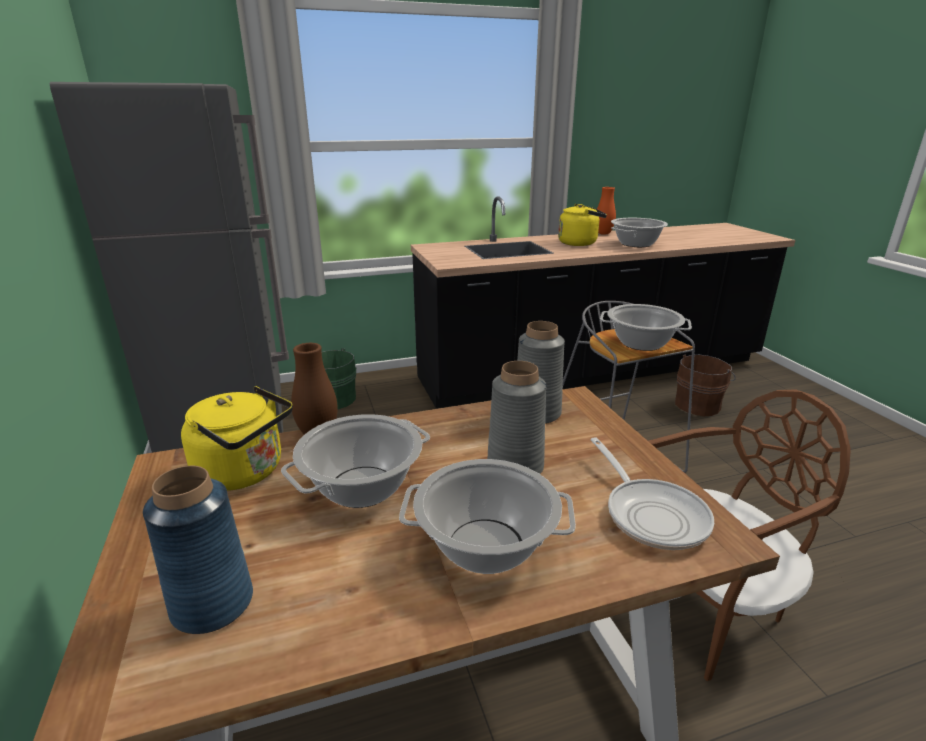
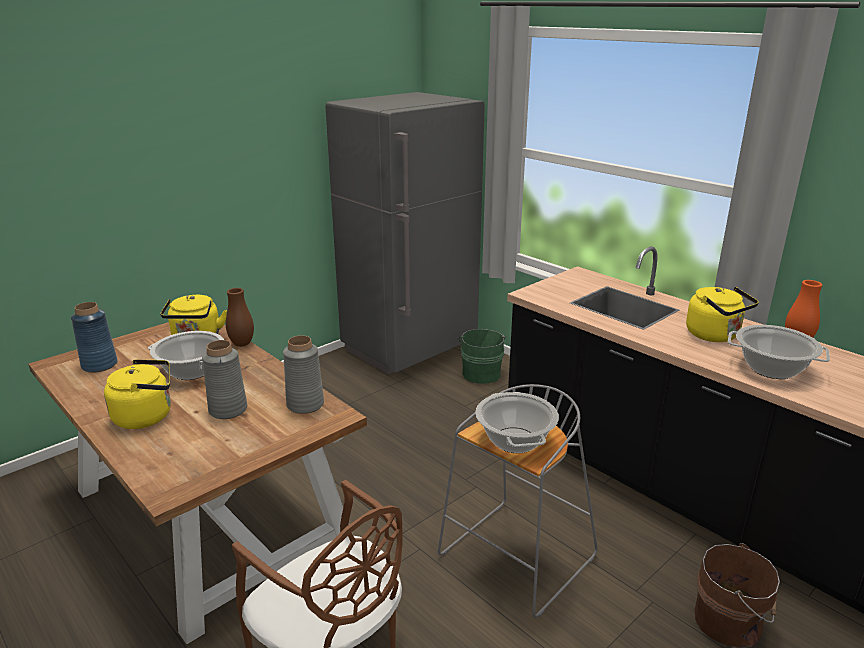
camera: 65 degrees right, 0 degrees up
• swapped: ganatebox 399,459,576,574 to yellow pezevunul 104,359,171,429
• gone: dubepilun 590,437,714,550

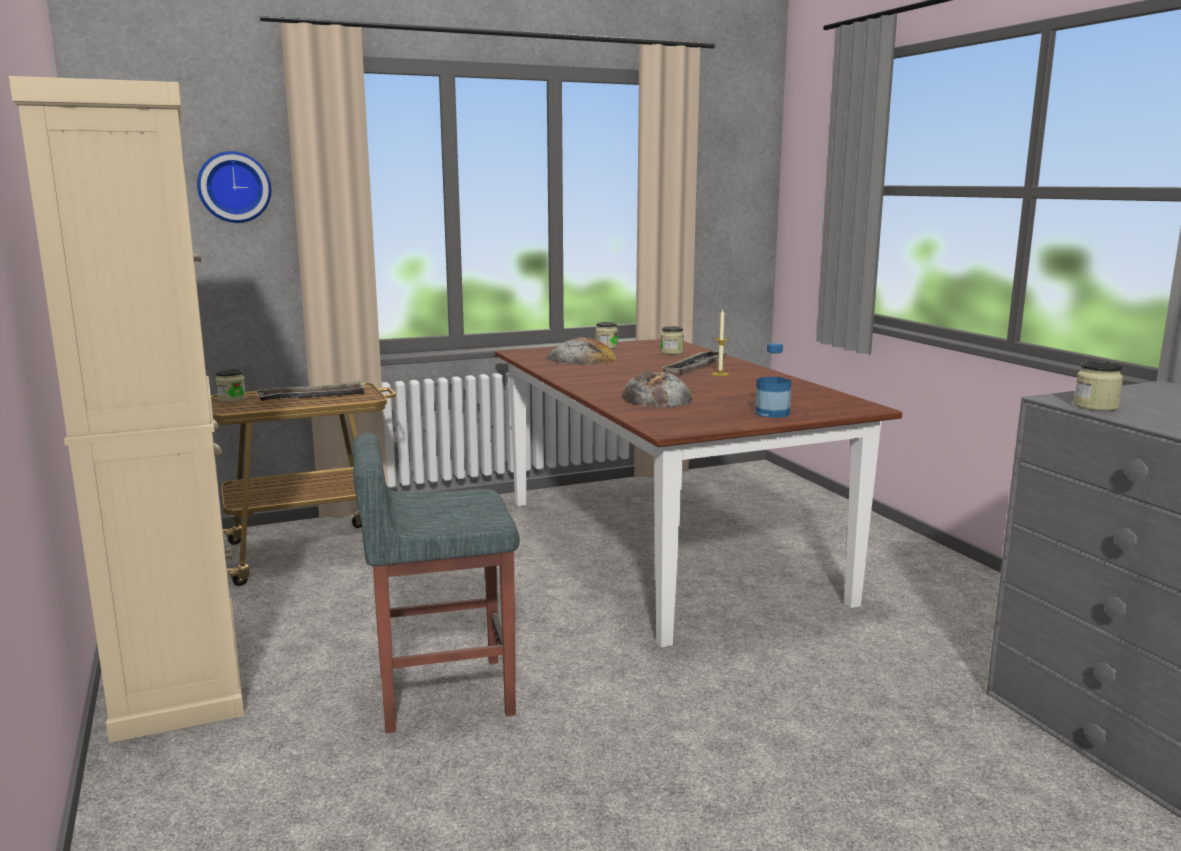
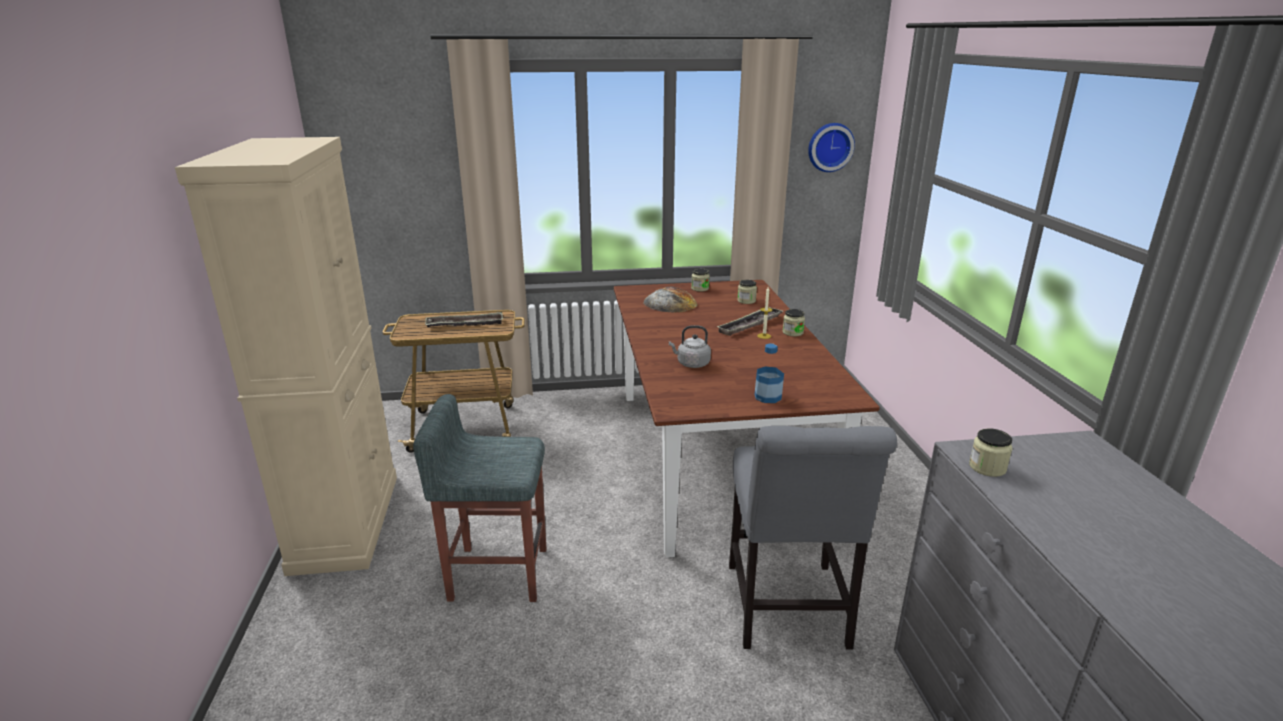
camera: 15 degrees right, 10 degrees up
• shifted: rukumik 197,151,271,223 to 808,123,855,172
• shifted: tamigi 215,369,246,402 to 782,309,805,336
• swapped: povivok 621,371,693,408 to grey pezevunul 669,326,711,368
• new: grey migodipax 729,426,897,650

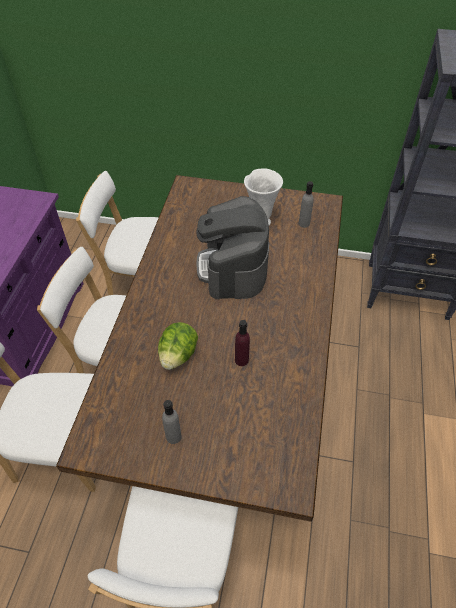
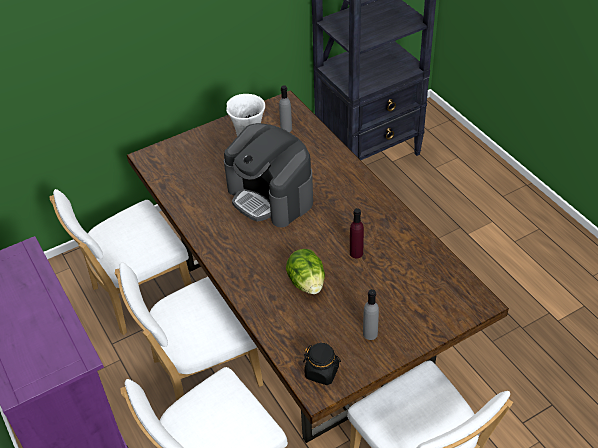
camera: 40 degrees left, 5 degrees down
• new: black tamigi 303,343,341,385

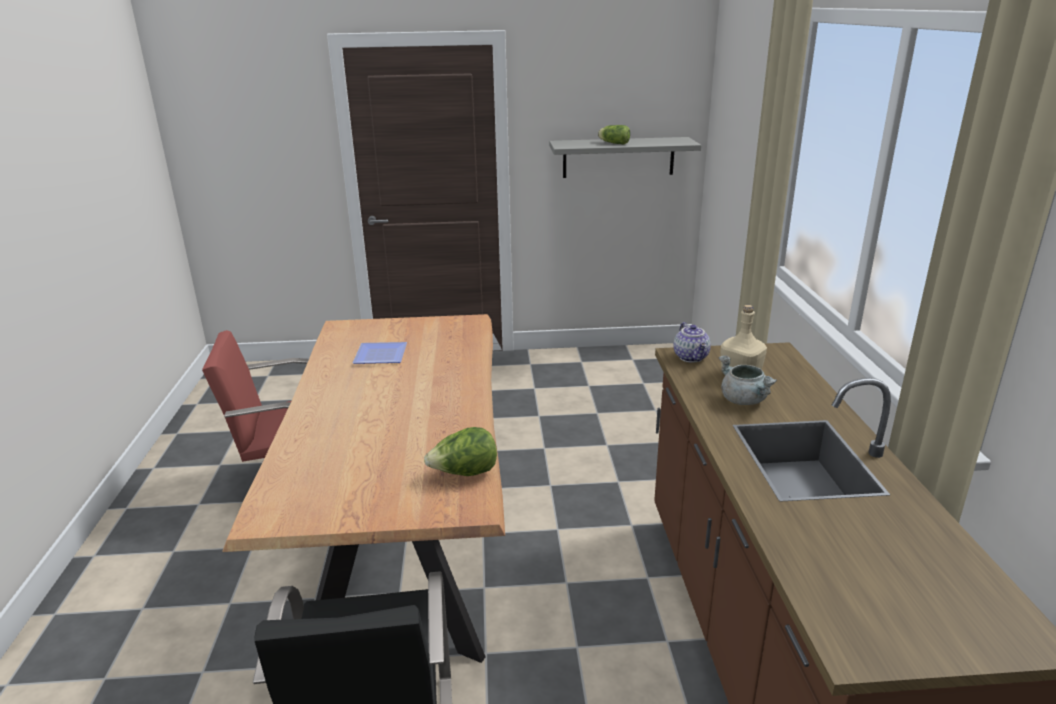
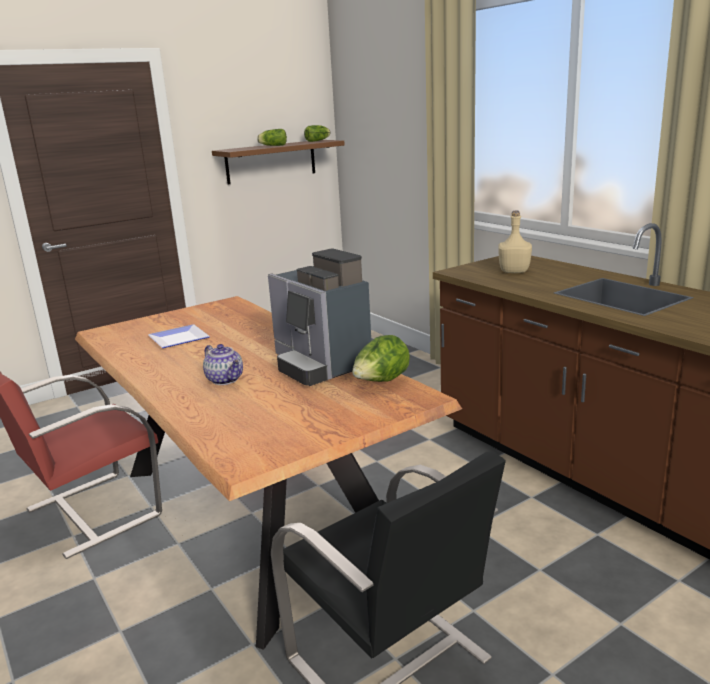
camera: 30 degrees left, 5 degrees down
• repainted: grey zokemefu 549,137,701,178 to brown zokemefu 212,140,345,184
• shifted: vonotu 674,322,711,363 to 203,344,243,385
• gone: grey ganatebox 718,355,777,405
• new: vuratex 268,249,371,386
• new: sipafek 304,125,331,142

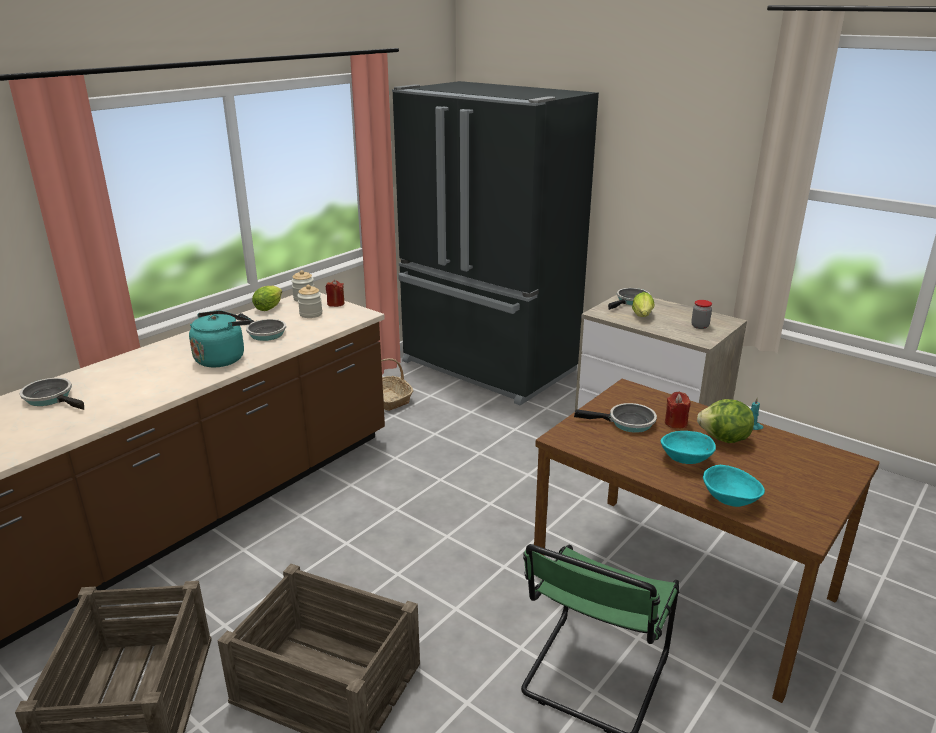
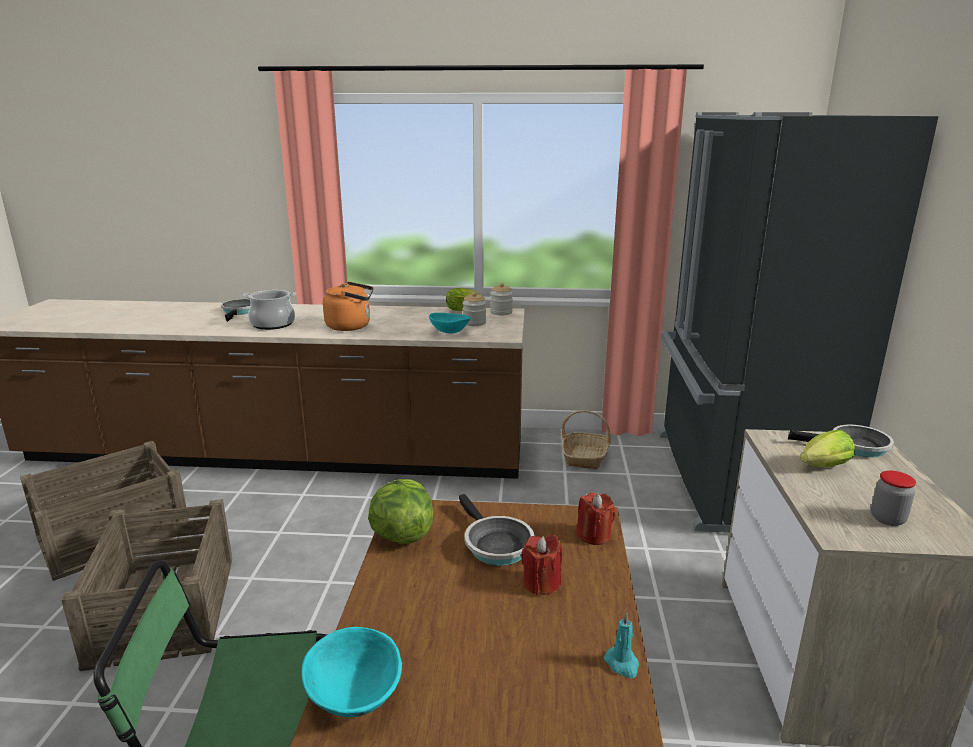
camera: 55 degrees right, 5 degrees down
• repainted: turquoise pezevunul 189,310,251,367 to orange pezevunul 323,282,374,331
• gone: dubepilun 238,313,286,341
• shifted: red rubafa 326,280,345,307 to 576,492,615,545
• shifted: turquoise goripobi 661,431,716,464 to 429,313,470,333
• shifted: sipafek 697,399,754,443 to 368,479,434,544
• new: ganatebox 242,290,296,330

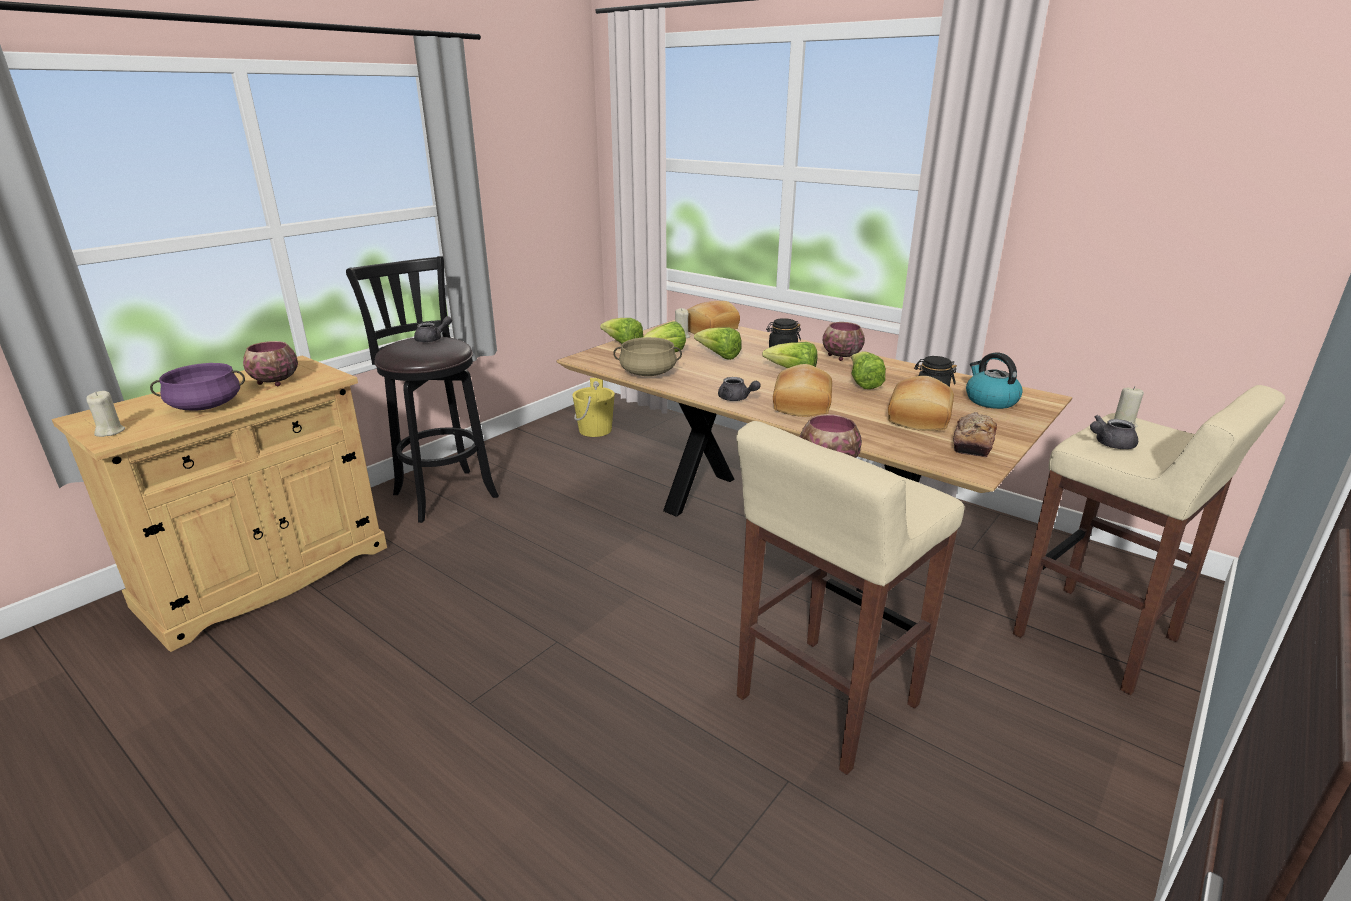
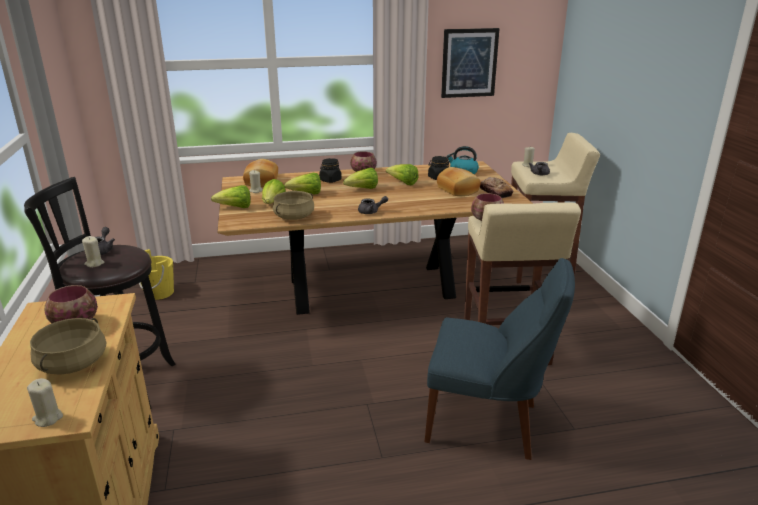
camera: 50 degrees left, 0 degrees up
• repainted: purple ganatebox 150,363,245,411 to beige ganatebox 30,318,106,374
• gone: povivok 773,364,832,417
• new: beige rubafa 82,236,104,267
• new: blue migodipax 425,258,575,460
• new: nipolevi 441,28,500,98

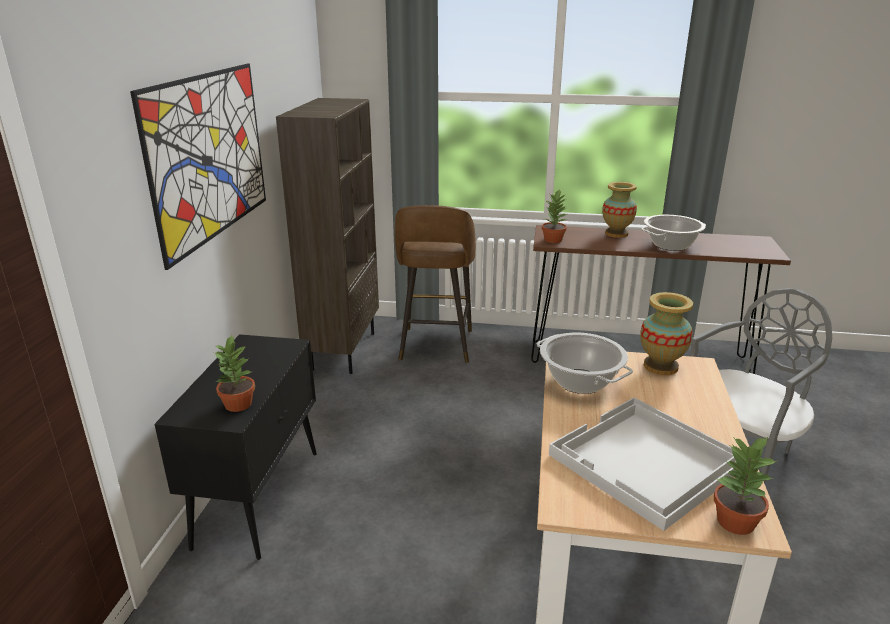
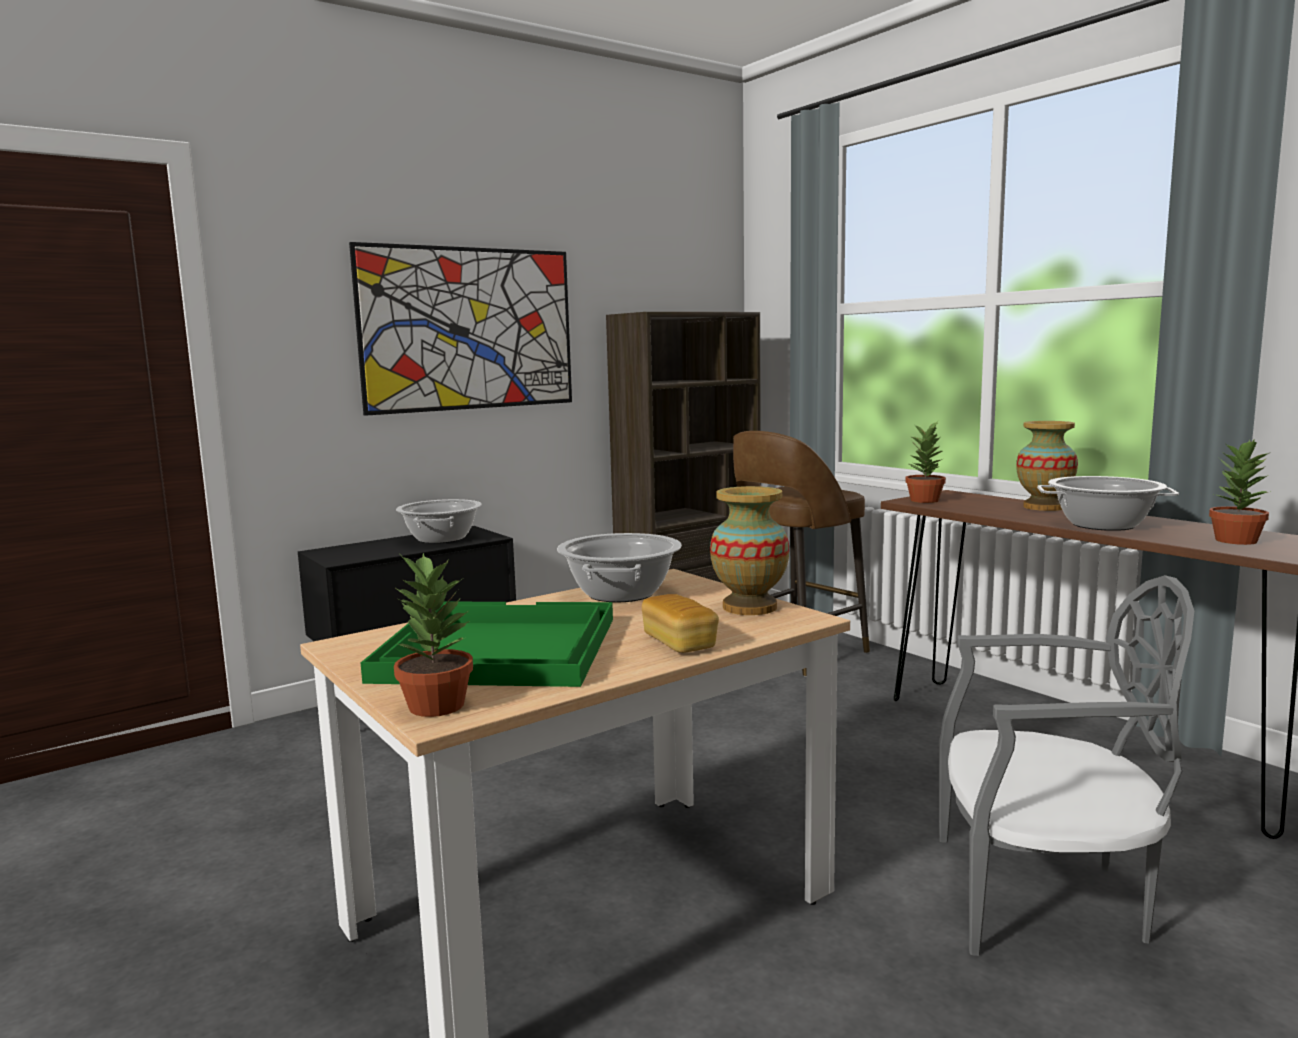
camera: 45 degrees right, 15 degrees down
• shifted: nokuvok 214,335,255,412 to 1209,440,1271,545
• repainted: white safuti 549,397,736,531 to green safuti 361,602,613,687
• new: ganatebox 396,499,482,544
• new: povivok 642,594,719,653

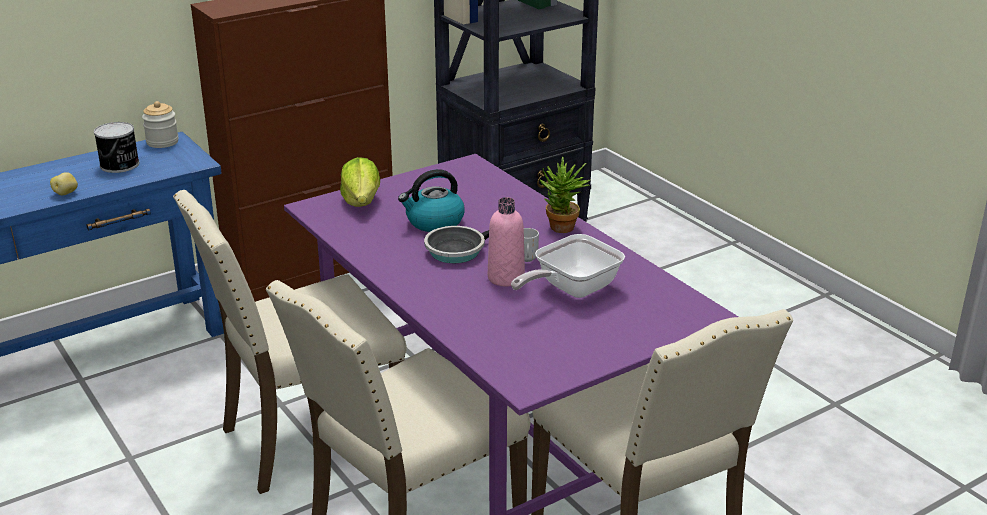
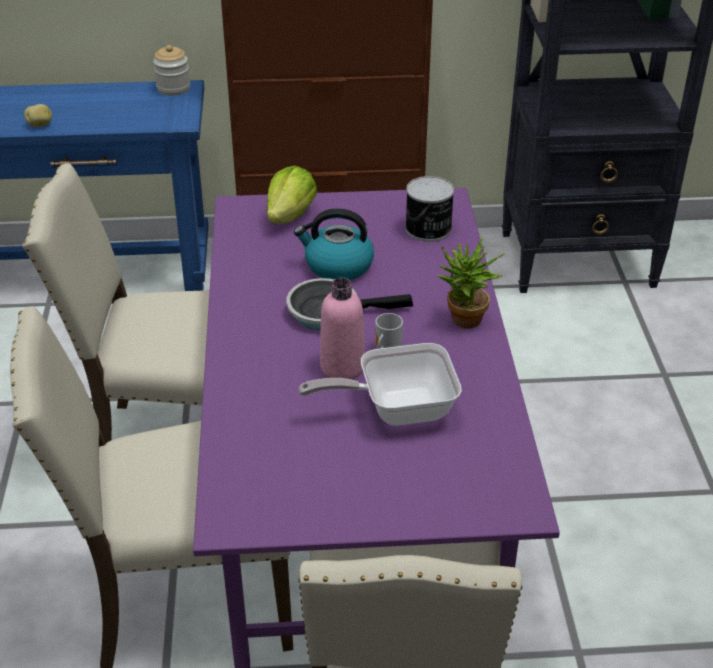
camera: 30 degrees right, 10 degrees up
• shifted: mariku 94,122,140,173 to 405,176,454,242

